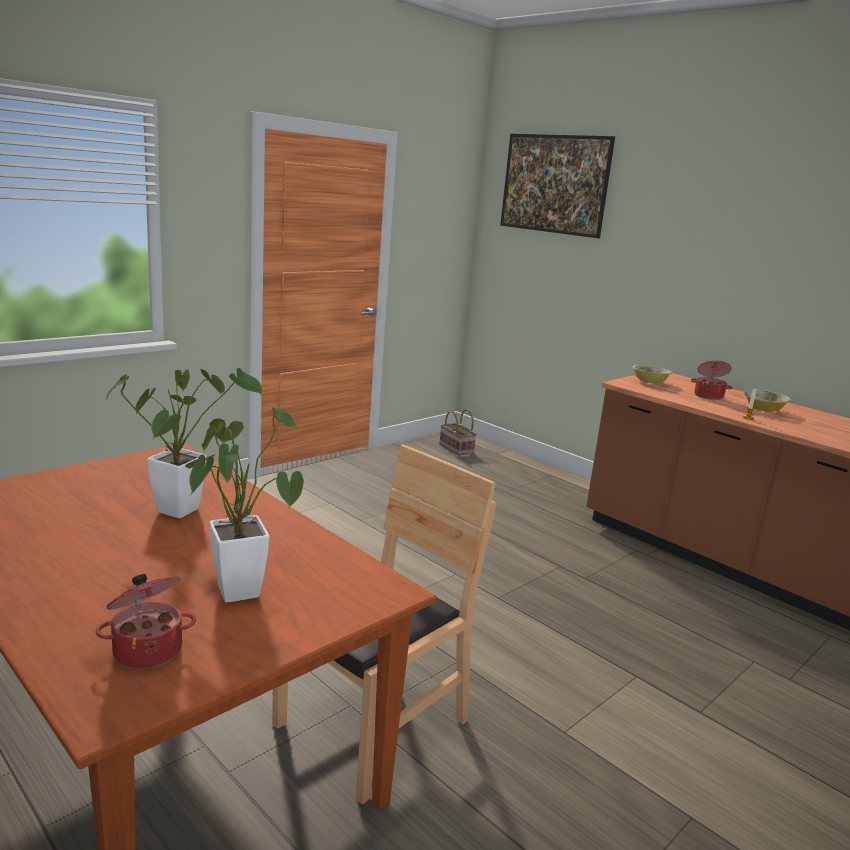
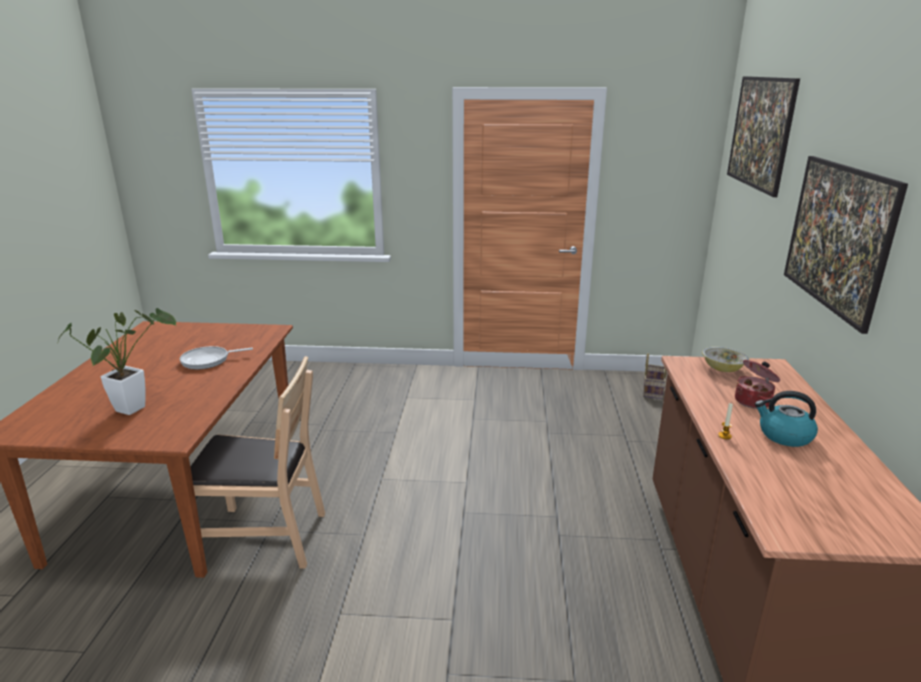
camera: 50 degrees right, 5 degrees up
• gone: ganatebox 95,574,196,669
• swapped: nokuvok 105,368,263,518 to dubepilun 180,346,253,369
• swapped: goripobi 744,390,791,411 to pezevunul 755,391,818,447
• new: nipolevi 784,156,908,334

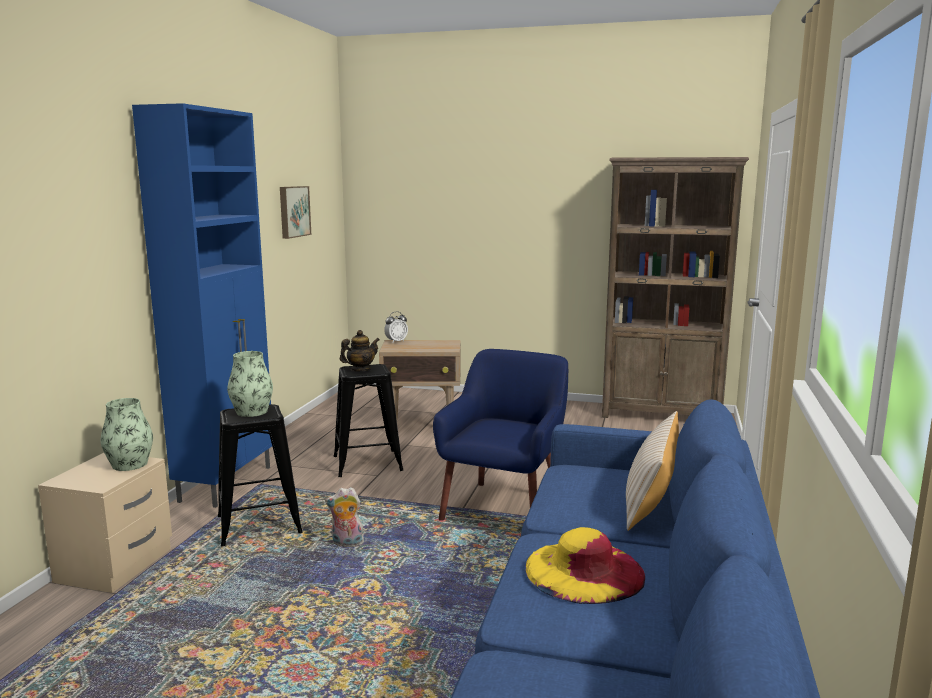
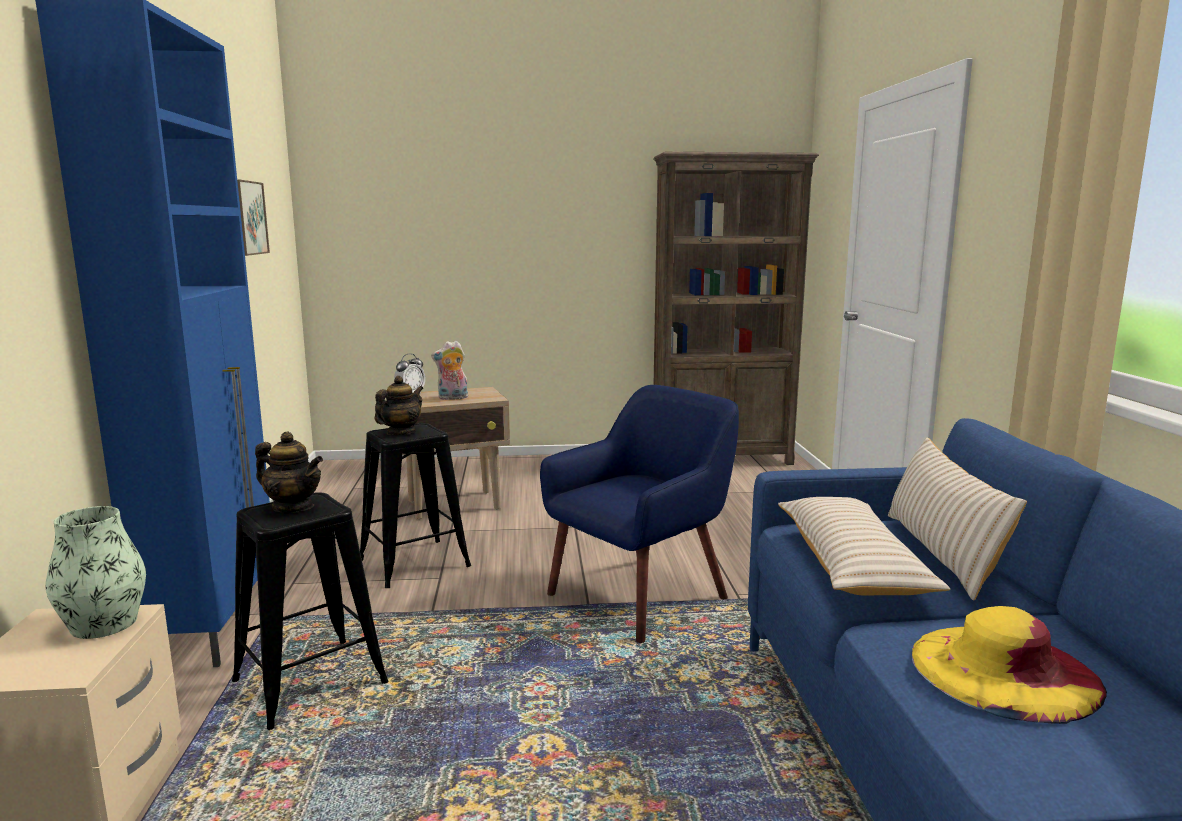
camera: 20 degrees left, 0 degrees up
• swapped: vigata 227,351,273,417 to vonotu 255,432,323,513
• shifted: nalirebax 325,487,364,547 to 431,341,468,400
• rotated: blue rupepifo 433,349,568,521 = 540,385,739,643 45 degrees clockwise
• new: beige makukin 778,497,950,596

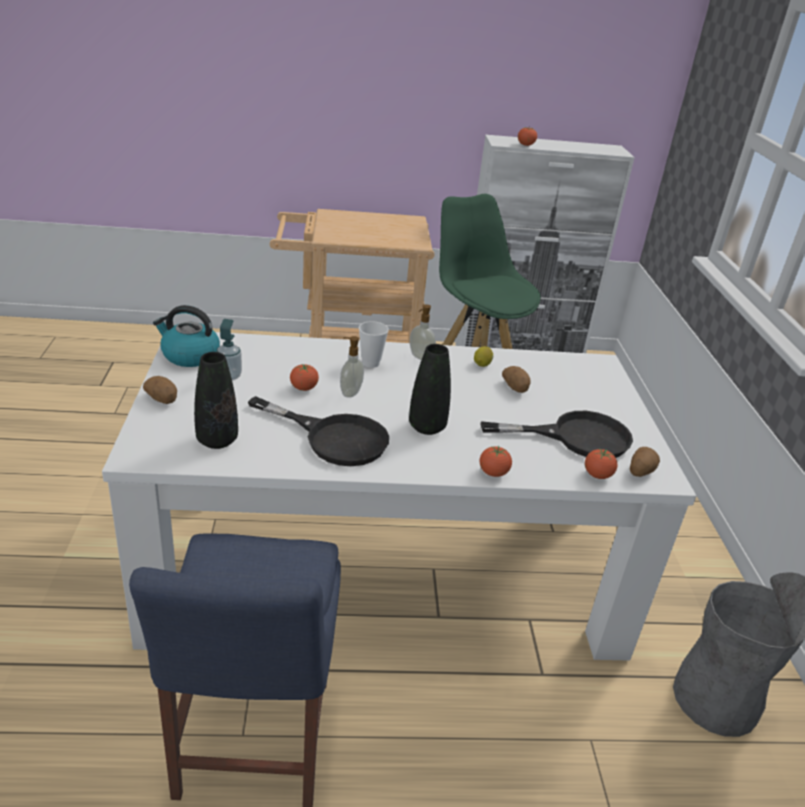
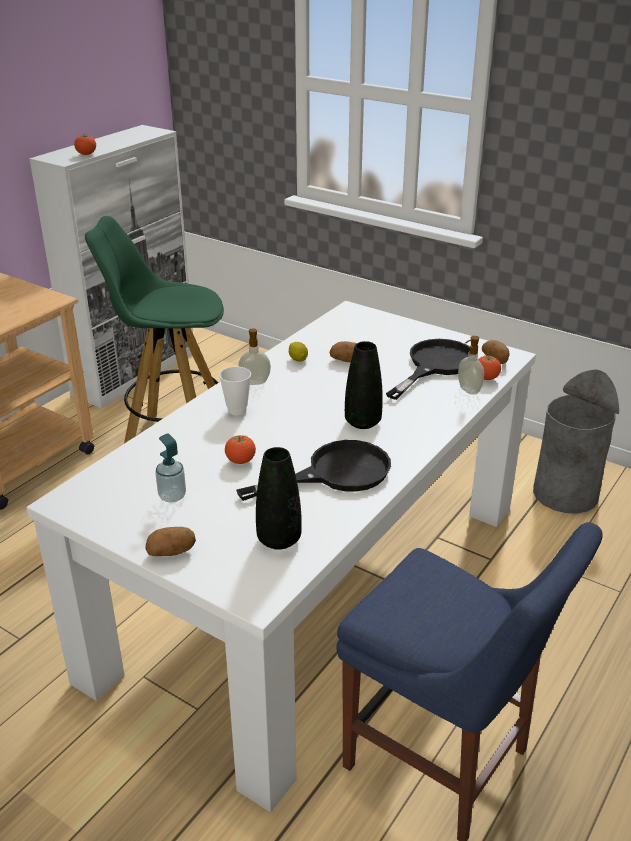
camera: 50 degrees left, 0 degrees up
• gone: pezevunul 153,305,220,367
• shifted: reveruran 340,336,364,398 to 458,336,484,395
• gone: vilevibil 480,446,512,477

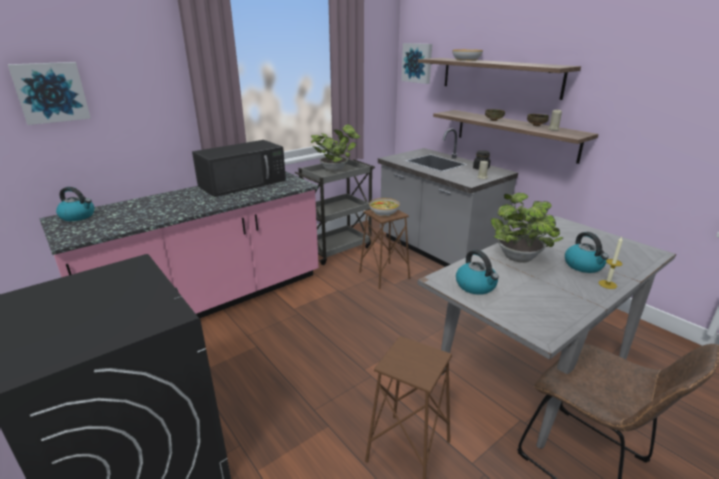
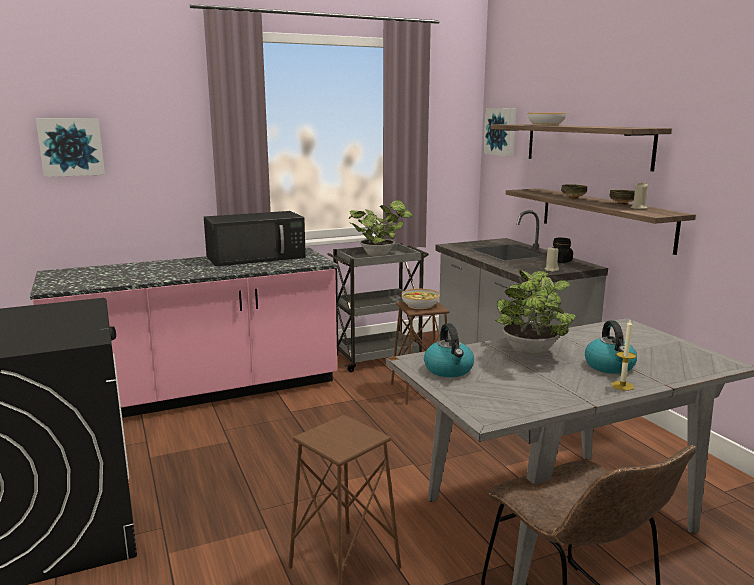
camera: 15 degrees right, 10 degrees down
• gone: pezevunul 56,187,95,221

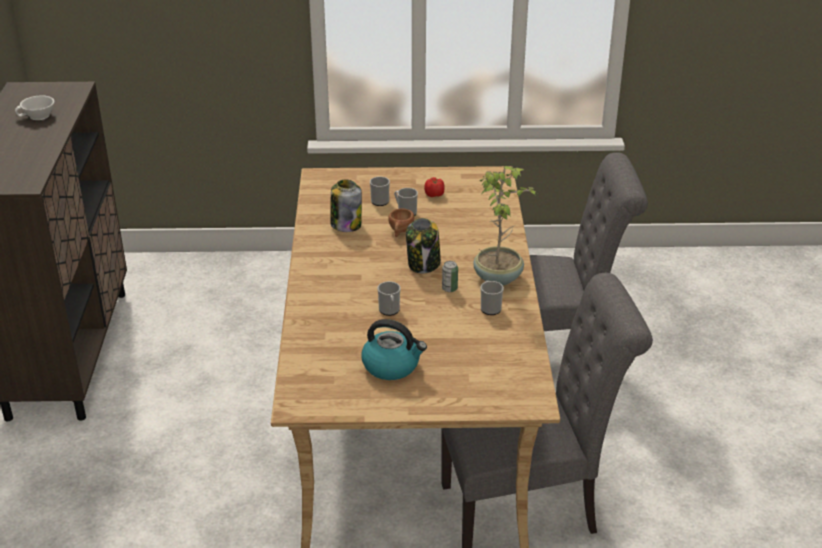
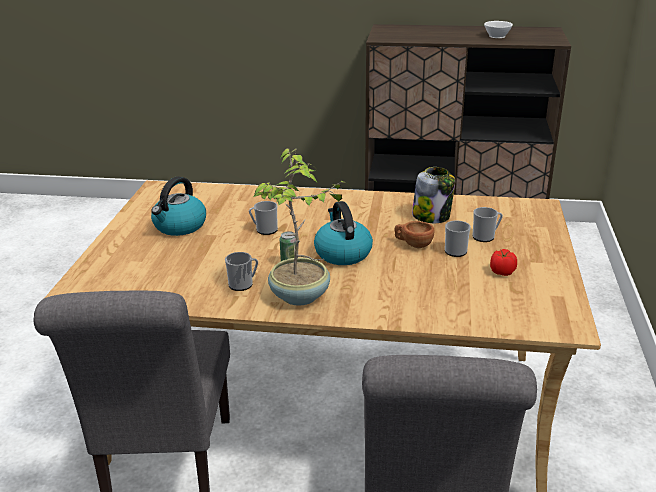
camera: 100 degrees right, 5 degrees down
• swapped: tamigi 406,218,441,274 to pezevunul 314,201,373,265

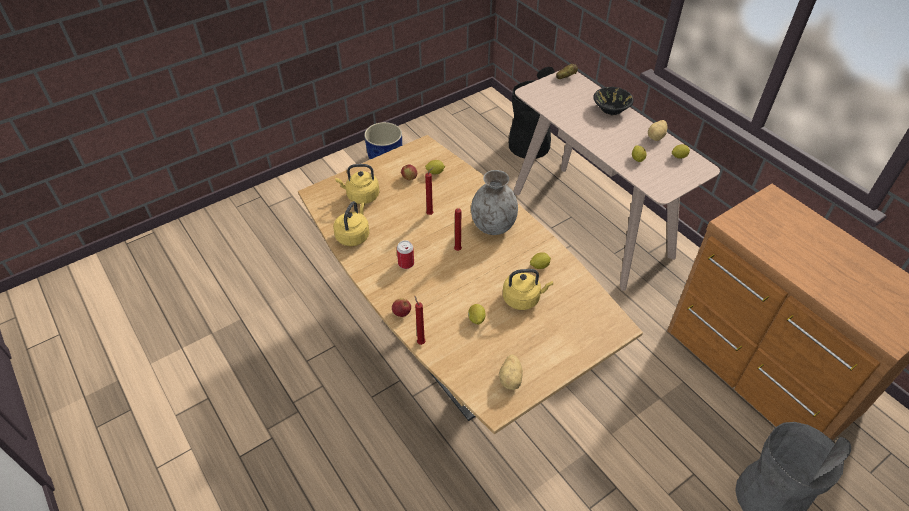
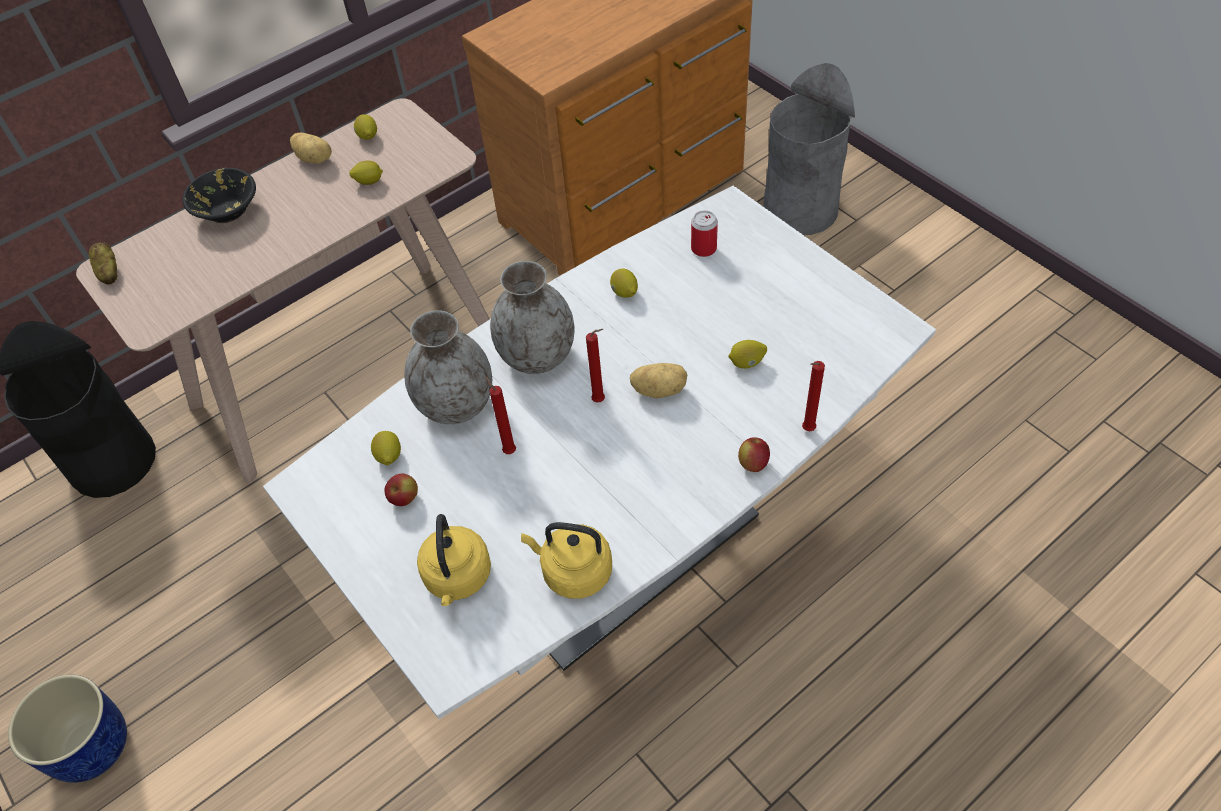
camera: 90 degrees left, 5 degrees up
• repainted: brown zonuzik 298,135,643,434 to white zonuzik 263,186,936,719
• shifted: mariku 397,240,414,269 to 691,210,718,257
• shifted: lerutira 499,355,523,390 to 630,363,687,398
• gone: yellow pezevunul 503,269,553,310
• new: grey vigata 404,310,492,424

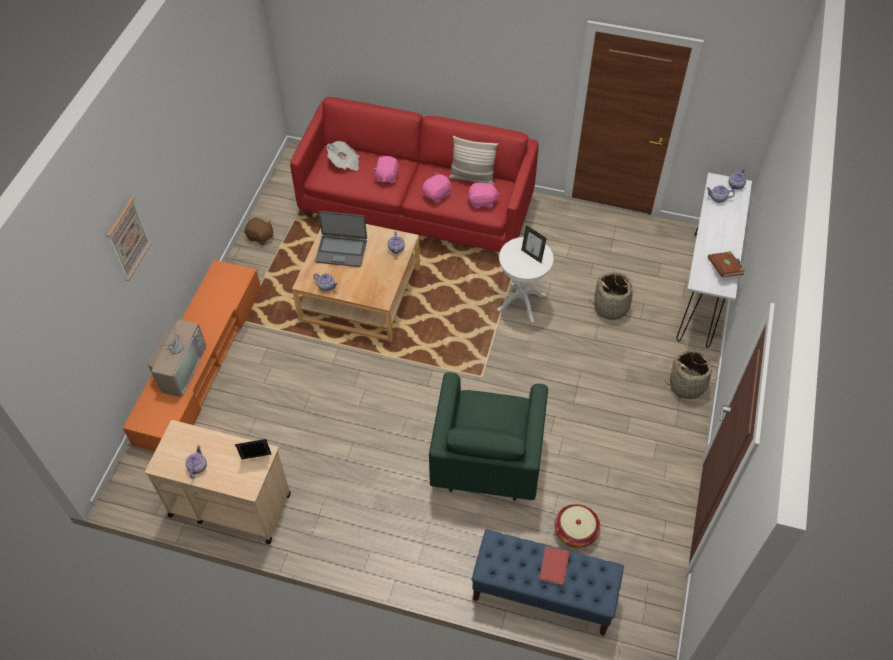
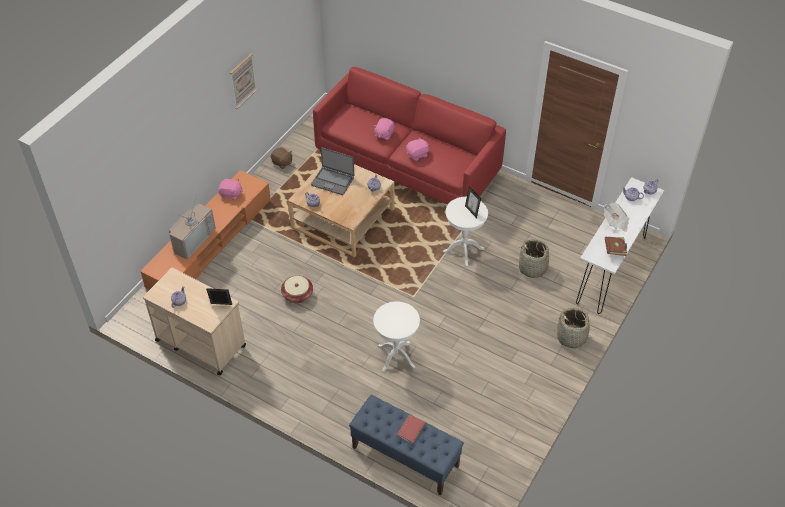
camera: 15 degrees right, 5 degrees down
• shifted: nipolevi 106,197,152,281 to 230,54,257,109
• shifted: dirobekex 327,141,359,171 to 604,203,629,232
• swapped: green rupepifo 429,372,548,501 to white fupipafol 373,301,420,373
• gone: makukin 449,136,498,185
• shifted: pink nalirebax 468,180,500,209 to 219,179,243,200
• shifted: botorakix 555,504,600,548 to 281,276,313,303

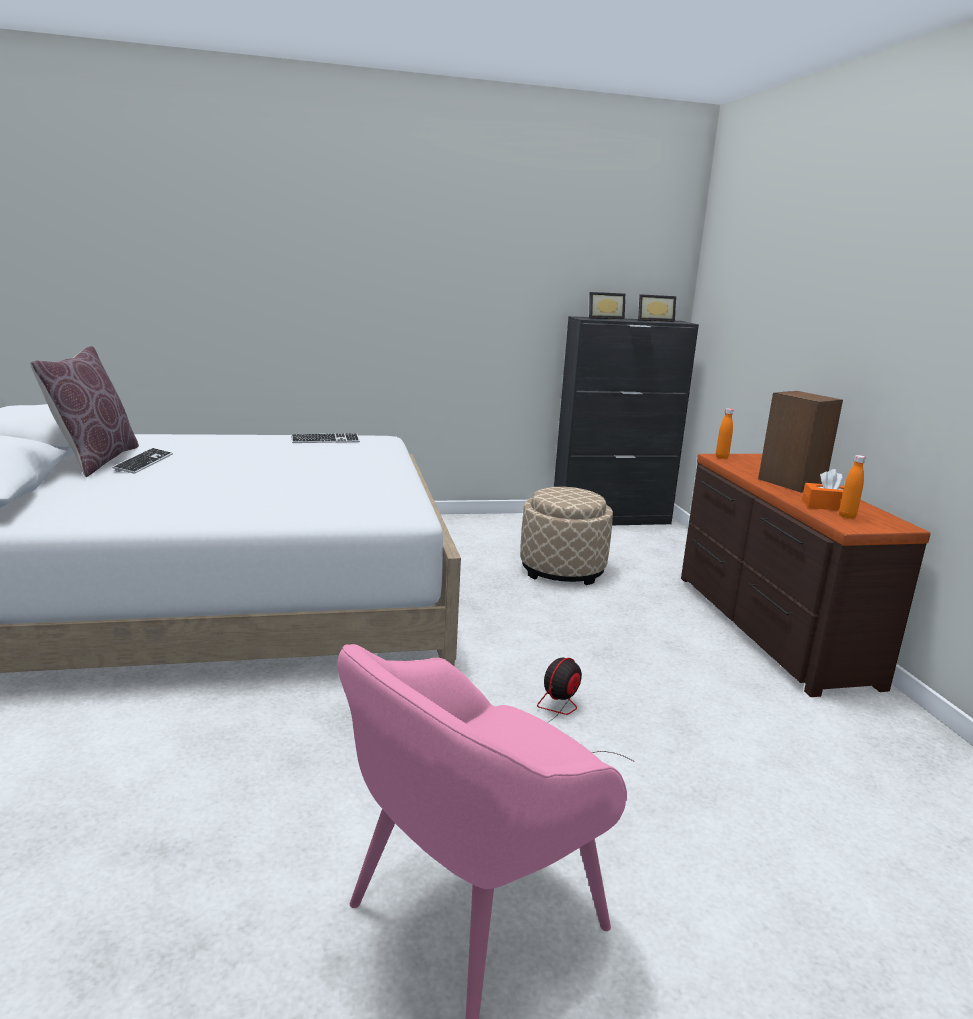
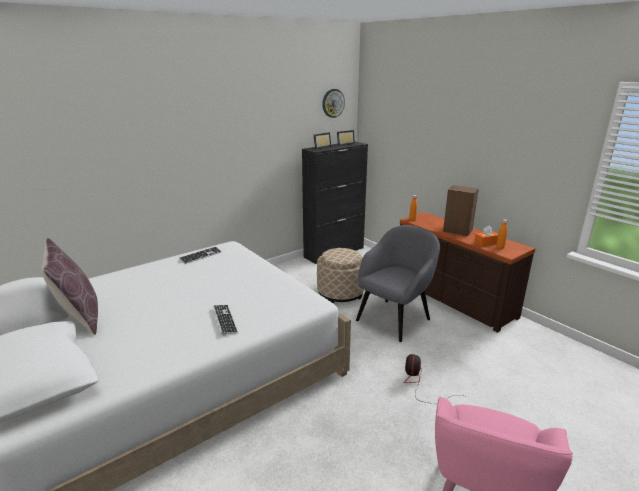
camera: 25 degrees left, 5 degrees up
• shifted: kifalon 112,448,173,474 to 213,305,238,335
• new: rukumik 322,89,345,118
• new: grey rupepifo 356,225,440,342

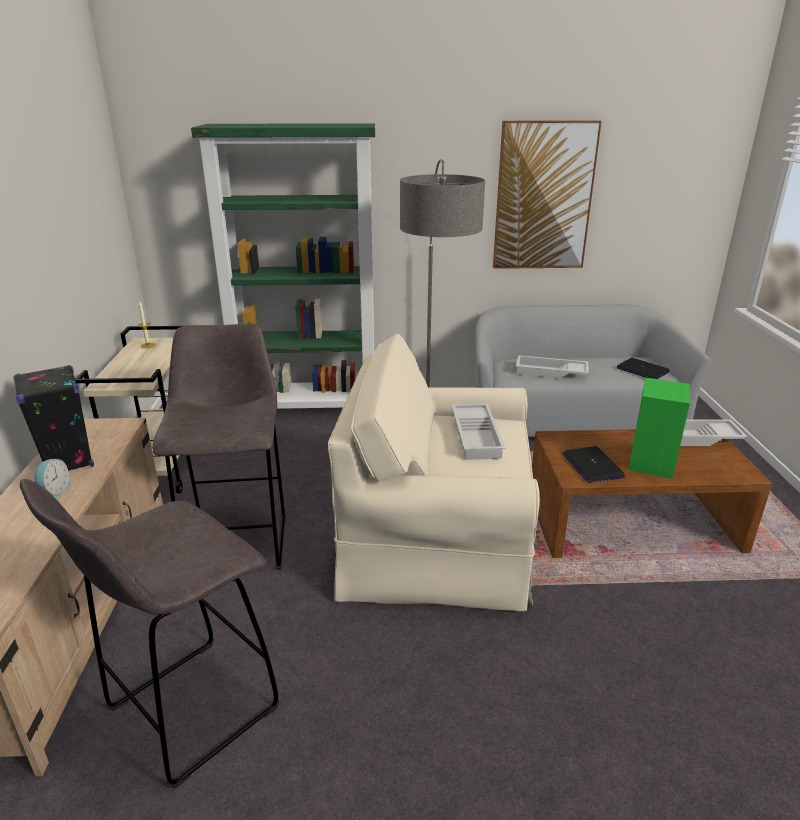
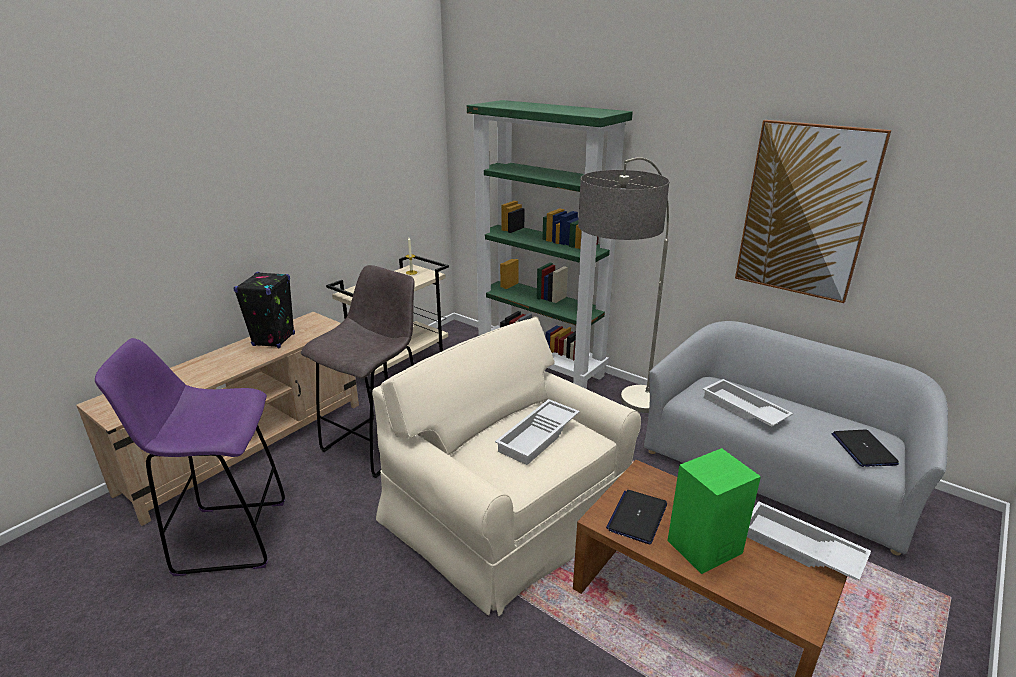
camera: 40 degrees right, 0 degrees up
• repainted: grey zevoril 20,479,279,789 to purple zevoril 95,338,285,576
• gone: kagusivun 34,459,71,499

